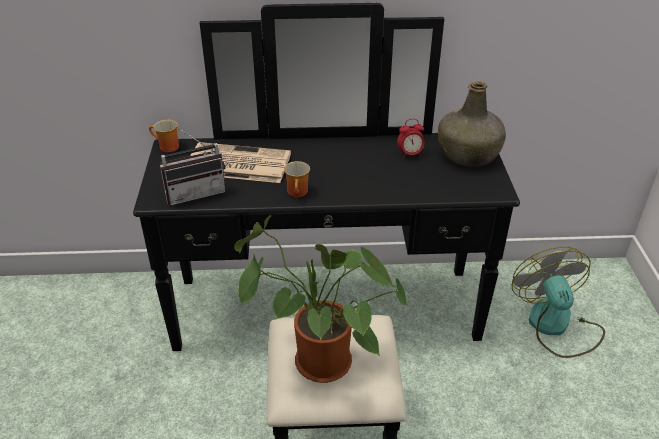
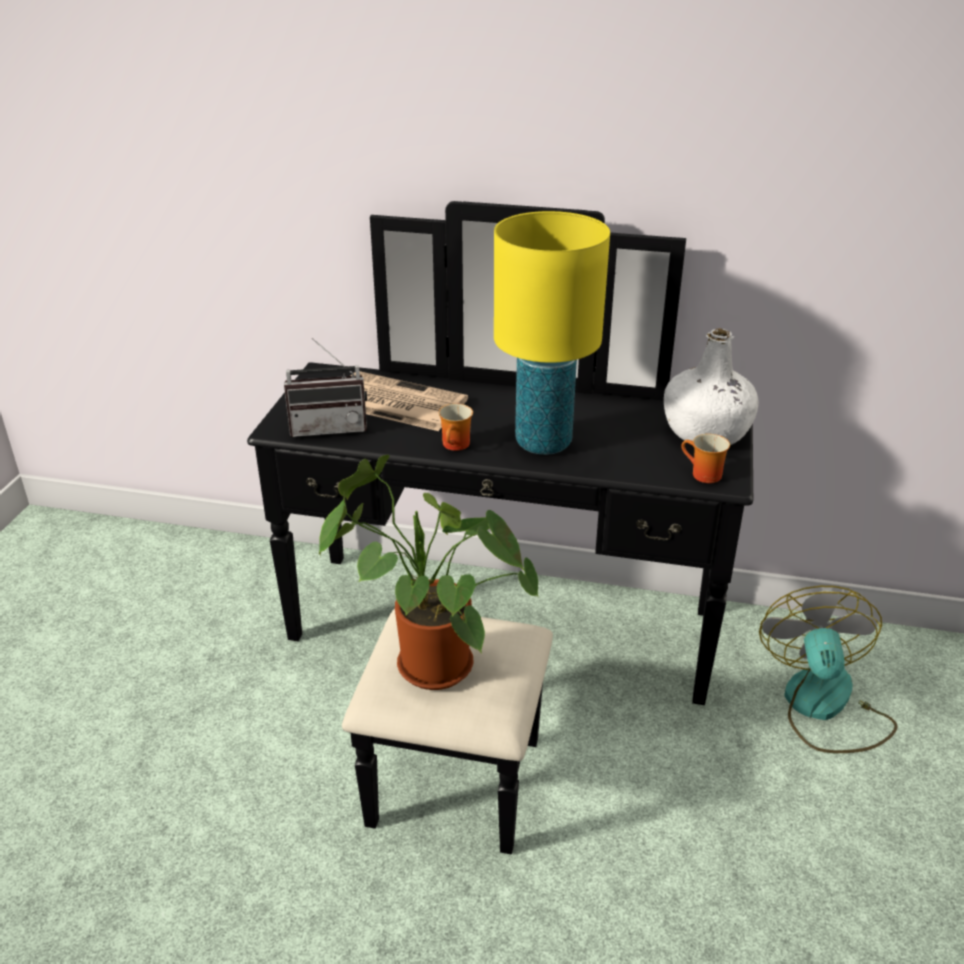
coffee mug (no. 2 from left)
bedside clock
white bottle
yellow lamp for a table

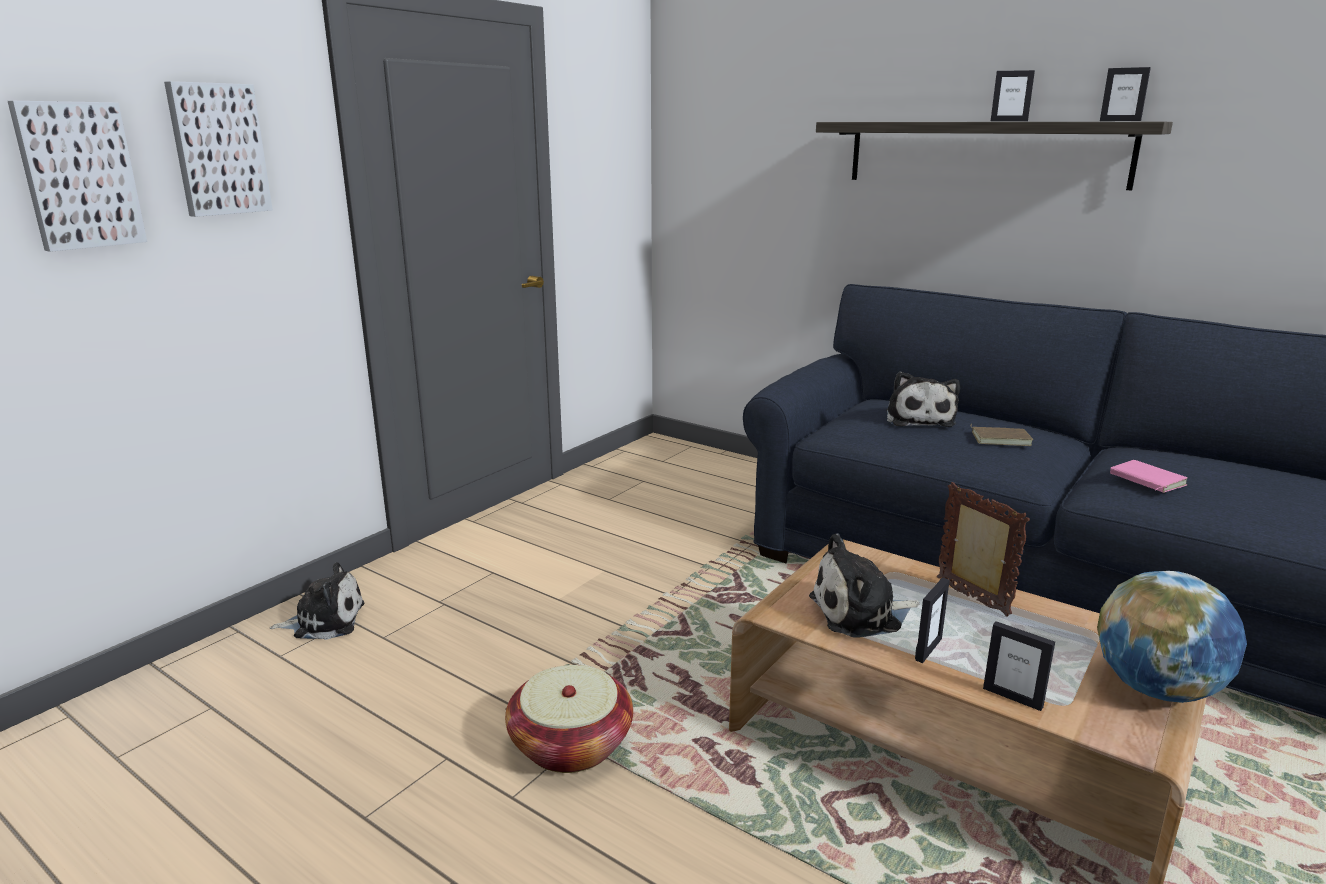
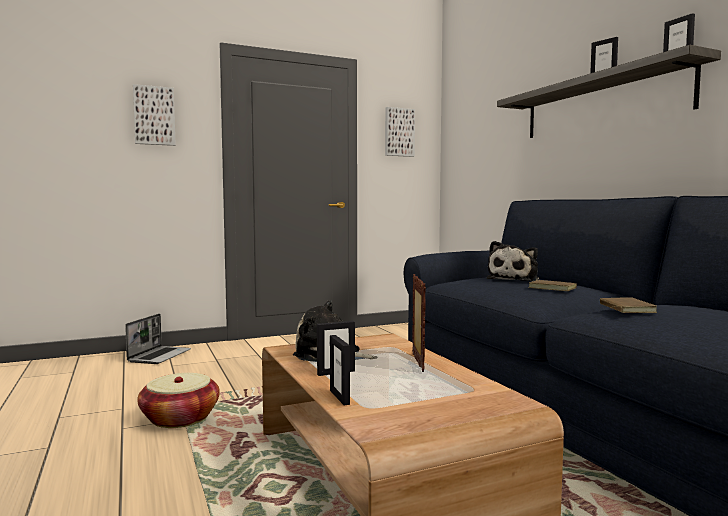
wall art (no. 2 from left)
notebook computer
world globe
brown-coloured book (no. 2 from left)

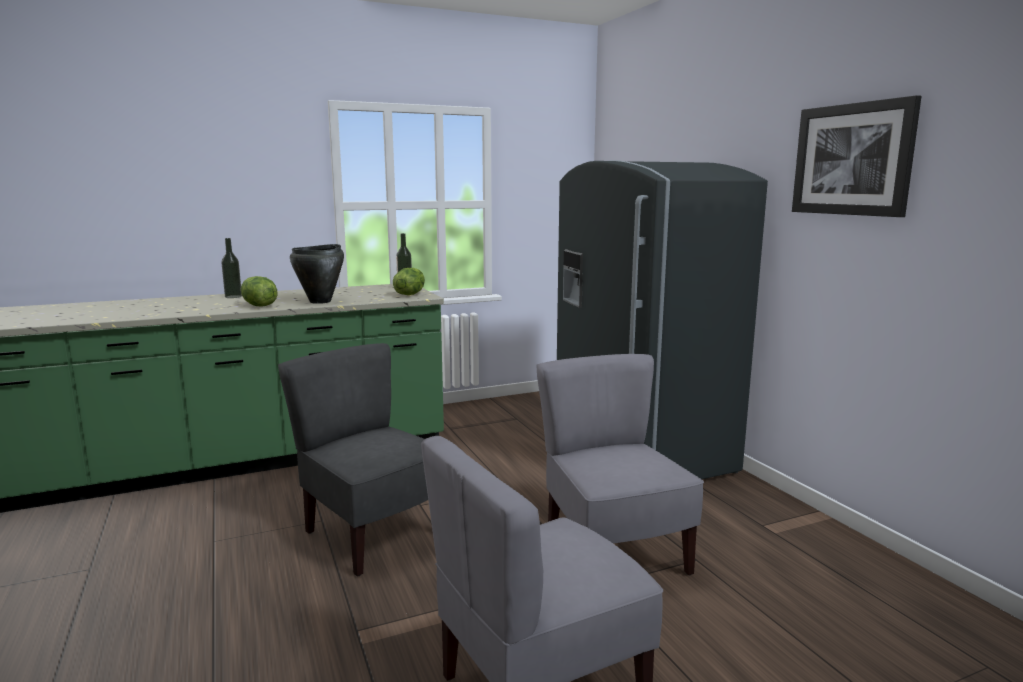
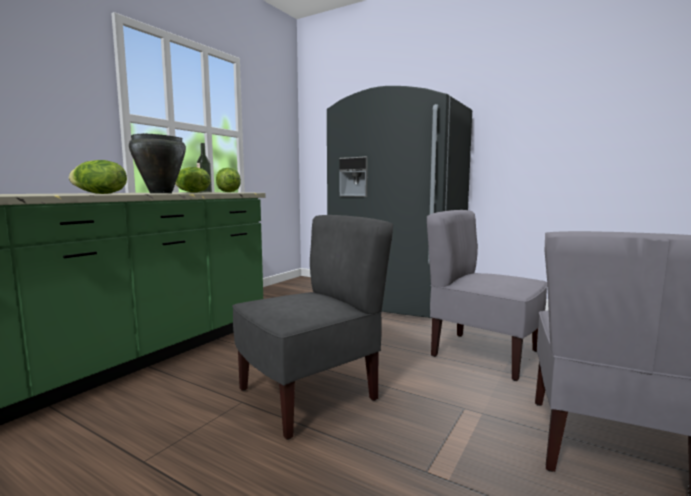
bottle (no. 1 from left in the first image)
grey upright chair (no. 1 from left)
wall art
head of lettuce (no. 2 from left)

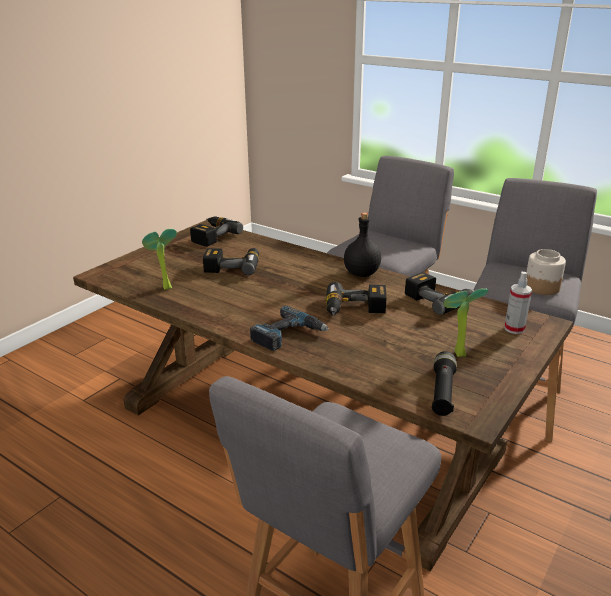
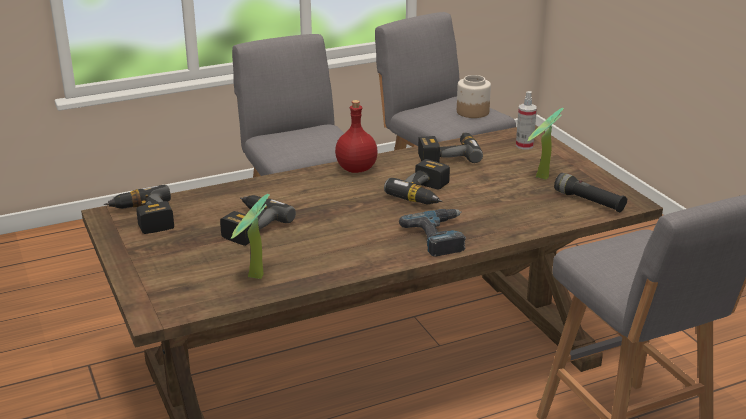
red bottle

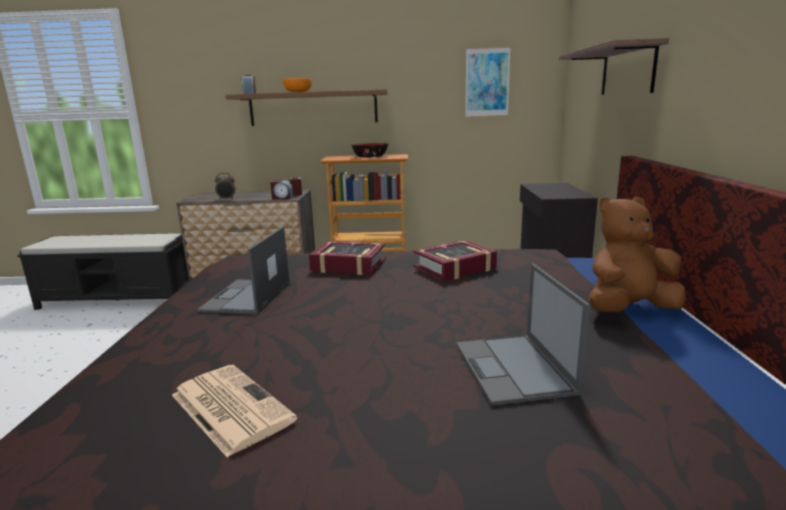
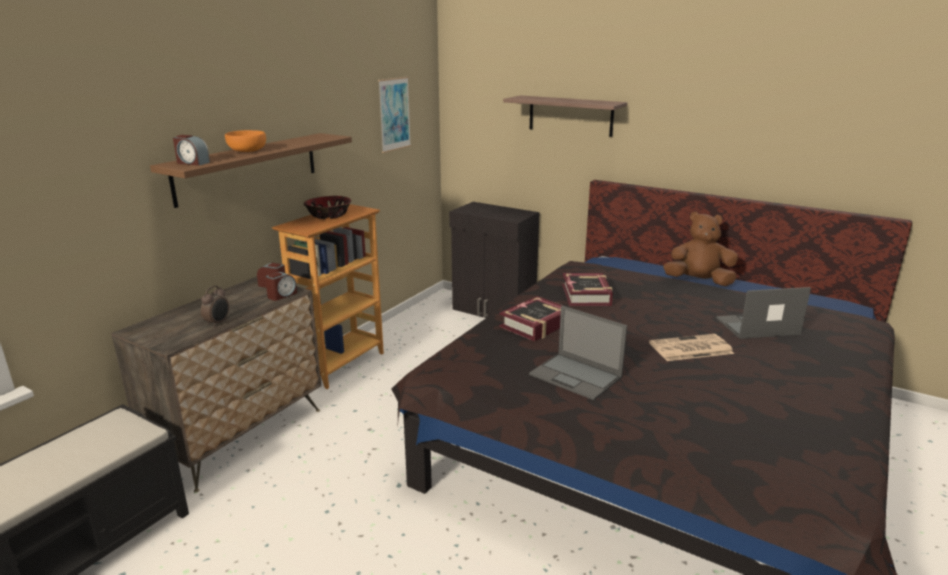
daily paper
notebook computer (no. 2 from left)
brown-coloured soft toy

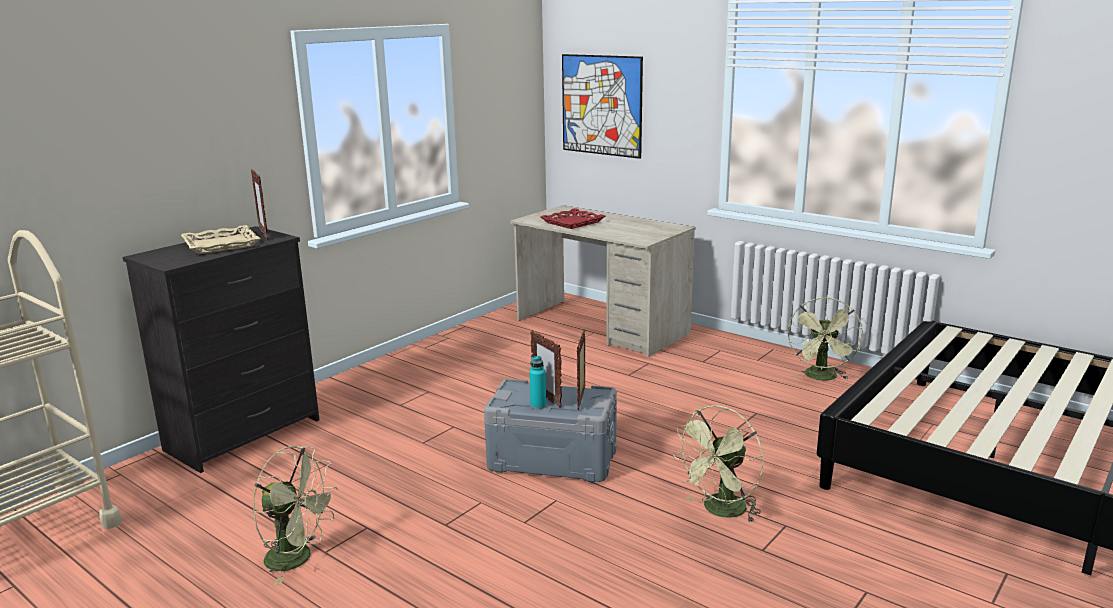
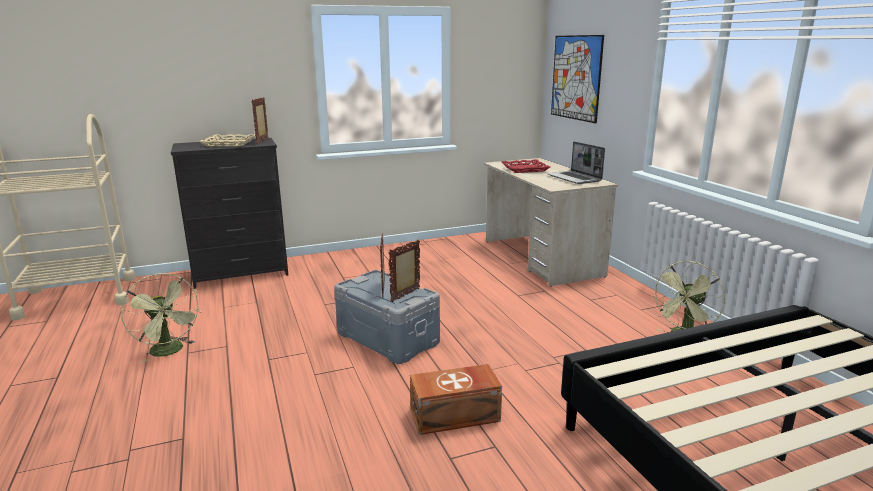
turquoise bottle
brown-coloured storage container
notebook computer

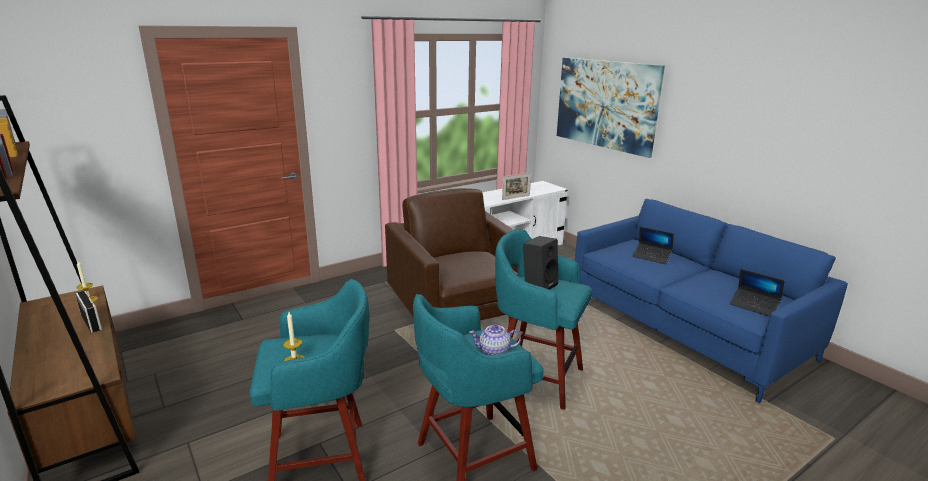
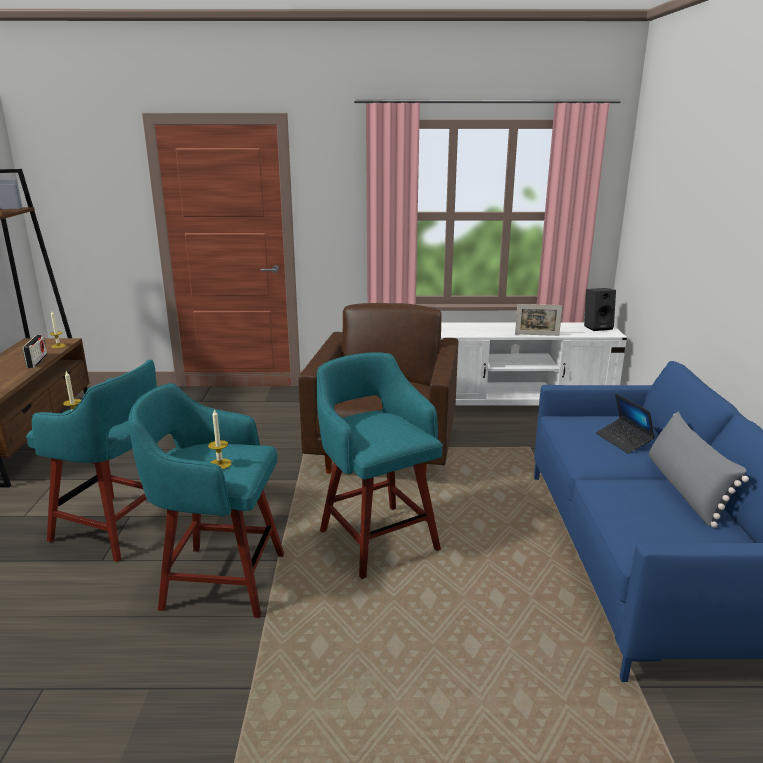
candle (no. 3 from left)
blackish speaker
wall art
notebook computer (no. 2 from left in the first image)
grey throw pillow

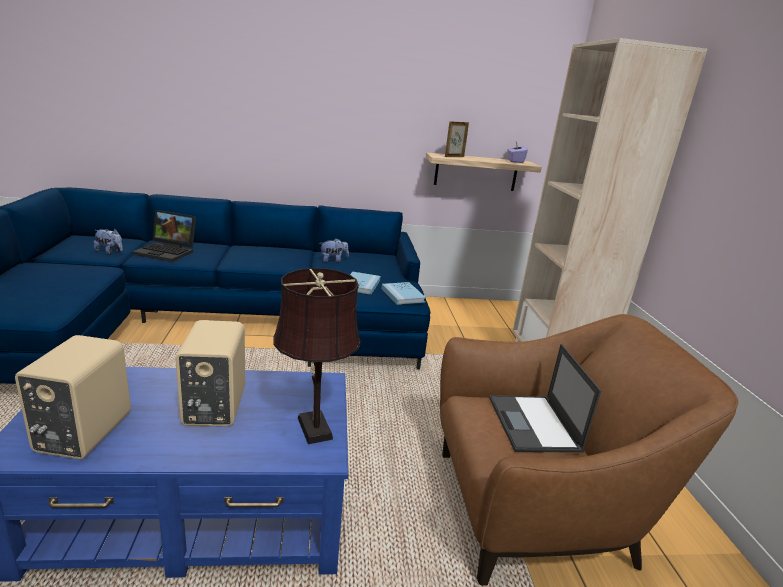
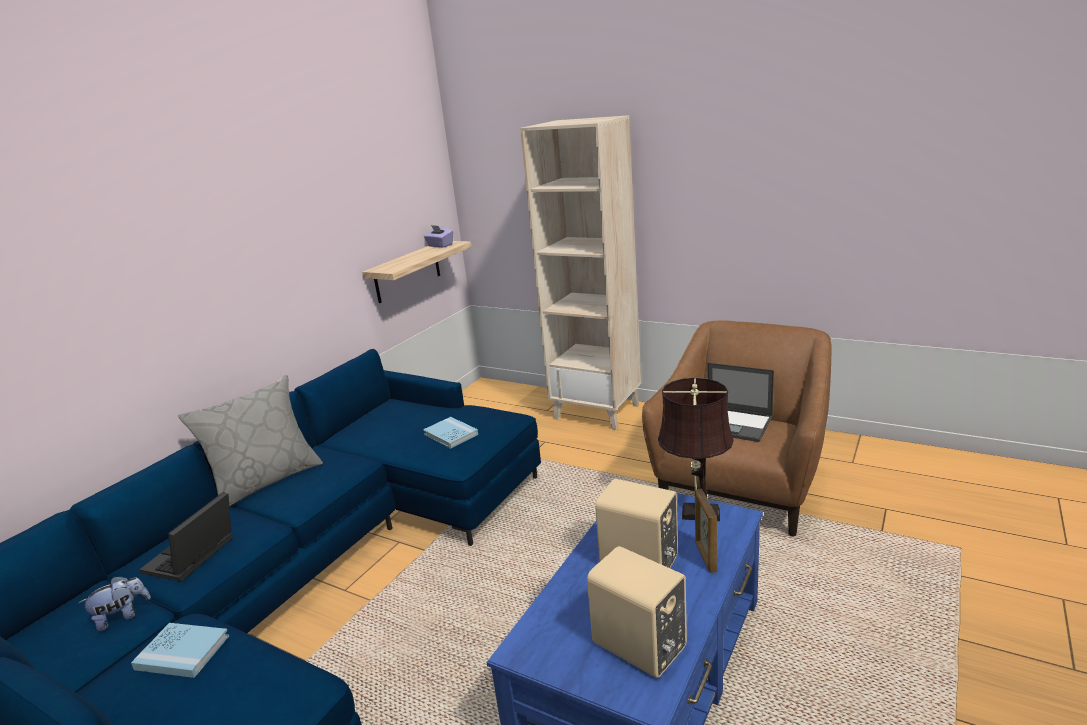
notebook computer (no. 1 from left)
soft toy (no. 2 from left in the first image)
blue book (no. 1 from left)
picture frame
grey throw pillow

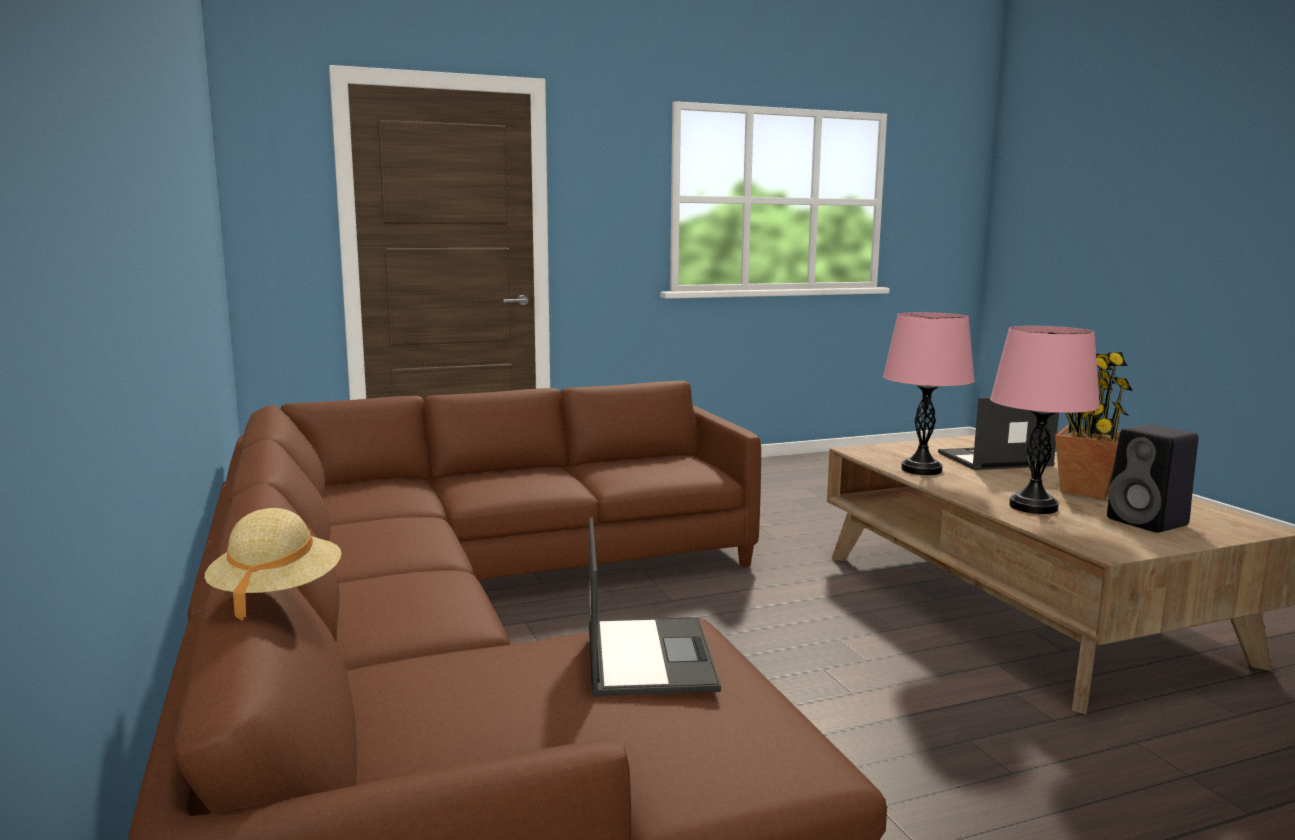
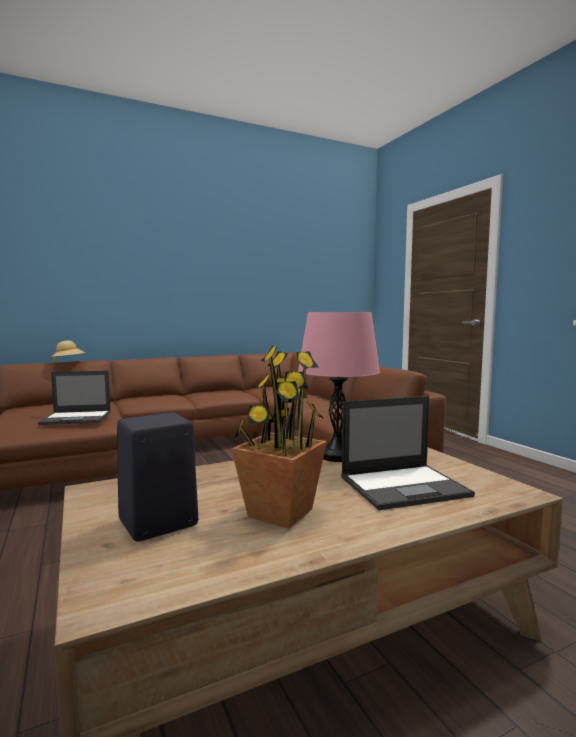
notebook computer (no. 2 from left)
pink-coloured lamp for a table (no. 2 from left in the first image)

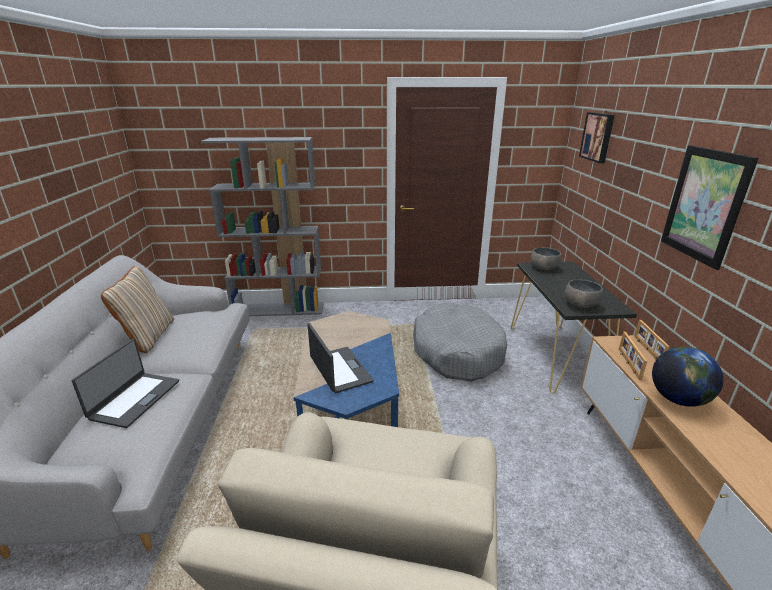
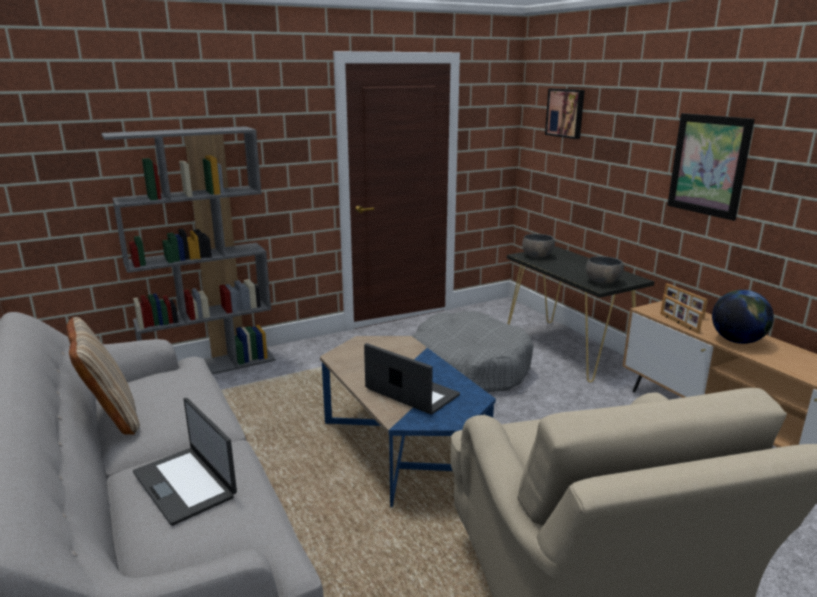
notebook computer (no. 1 from left)

